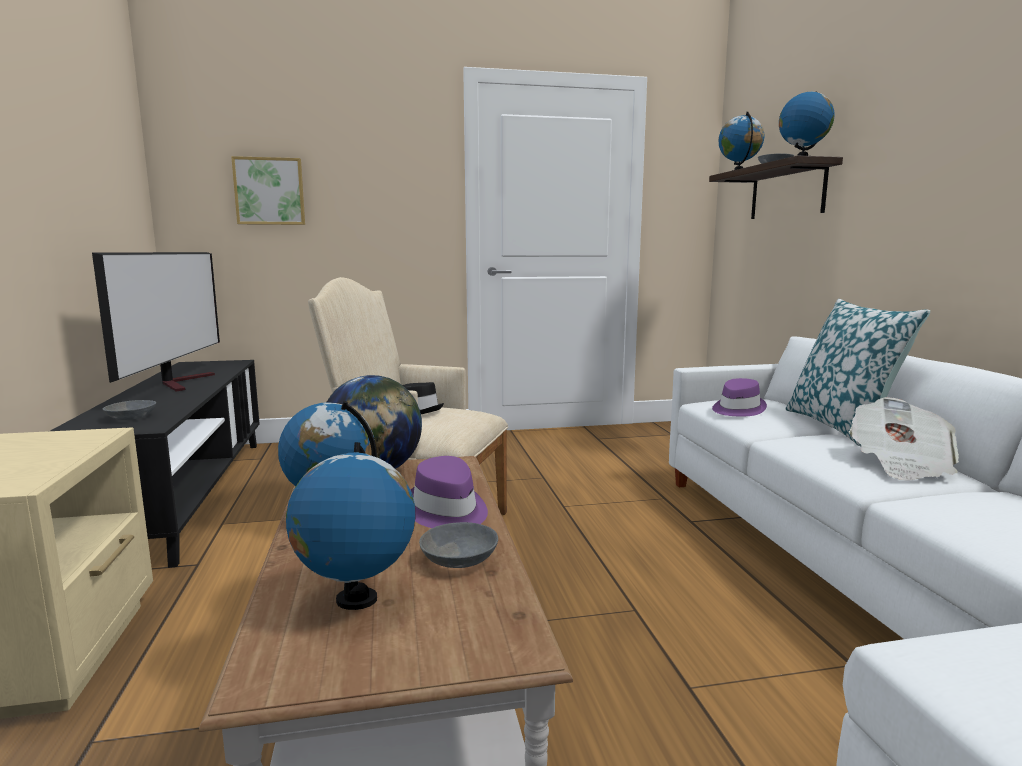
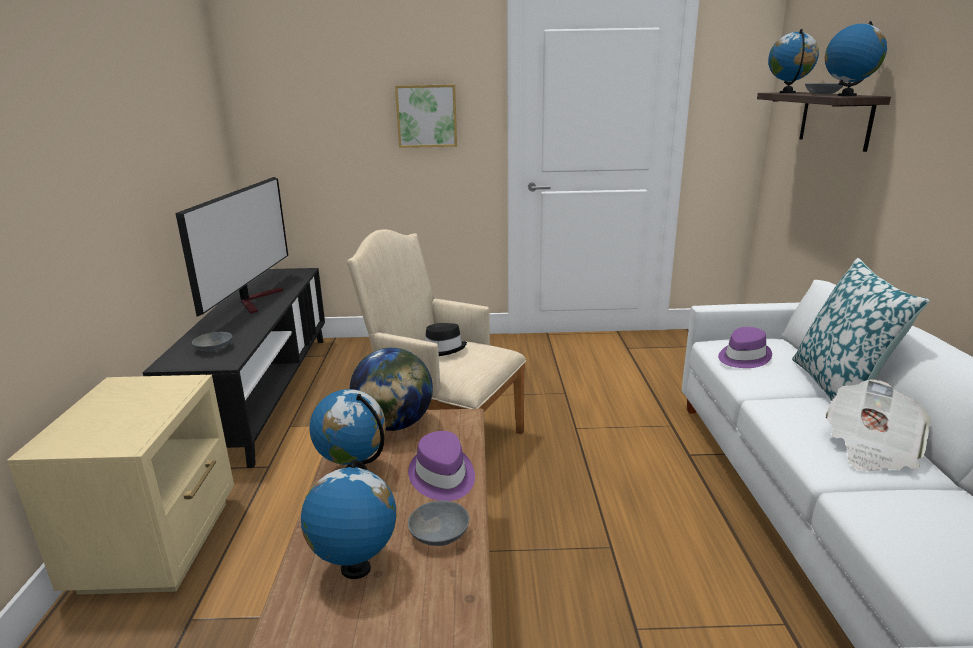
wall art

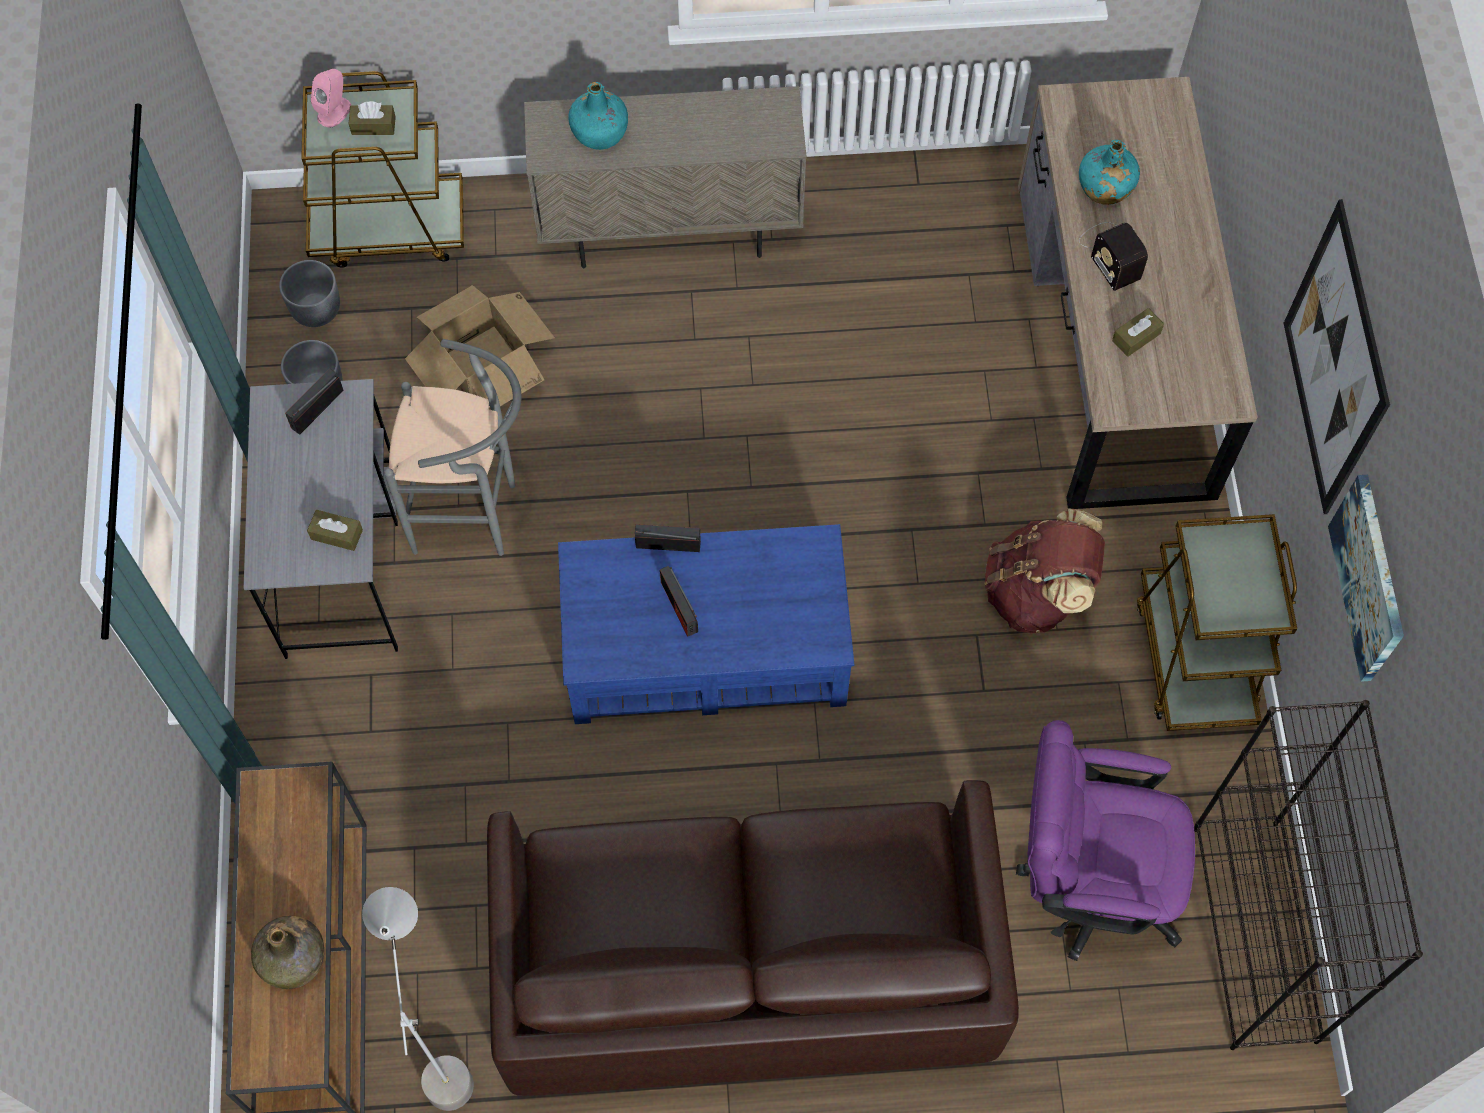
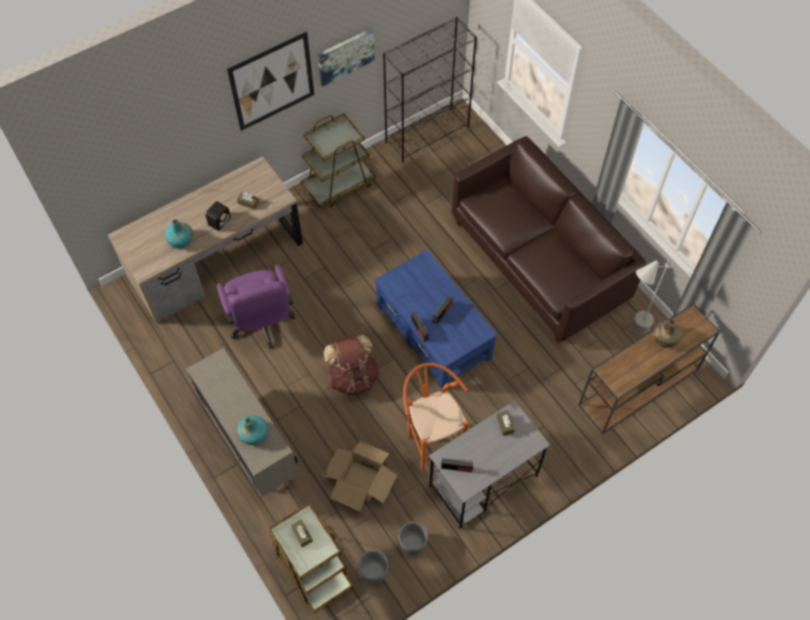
pink-coloured speaker
orange-coloured stool seat
brown-coloured rucksack
purplish office chair

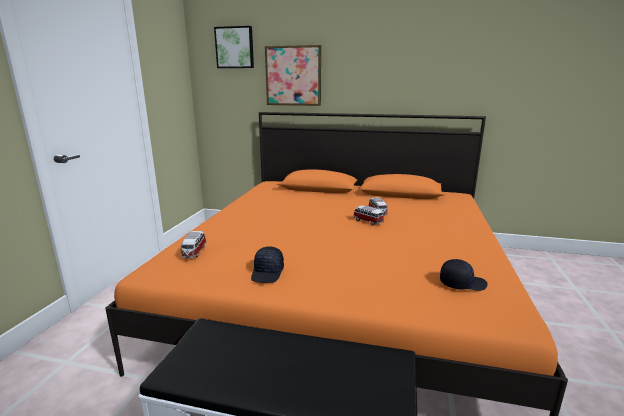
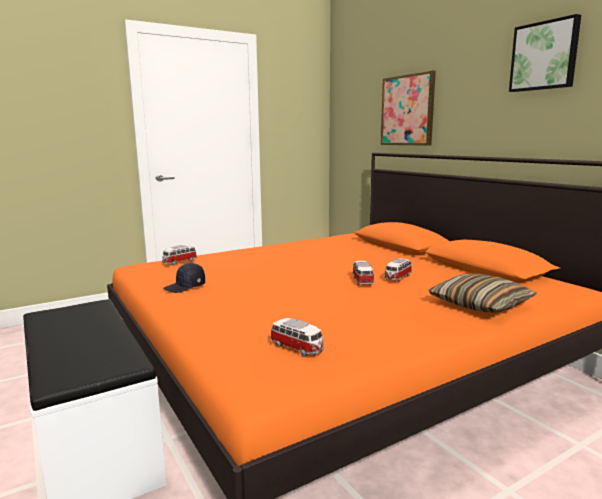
wall art (no. 2 from left)
toy car (no. 2 from left)
throw pillow

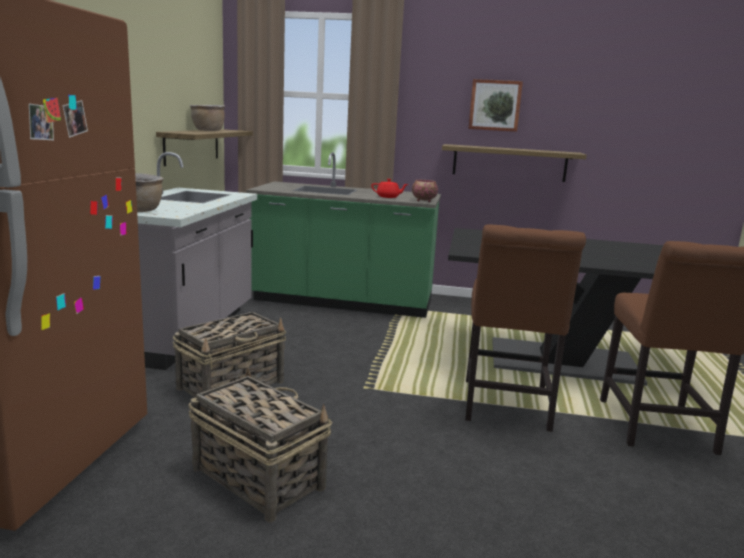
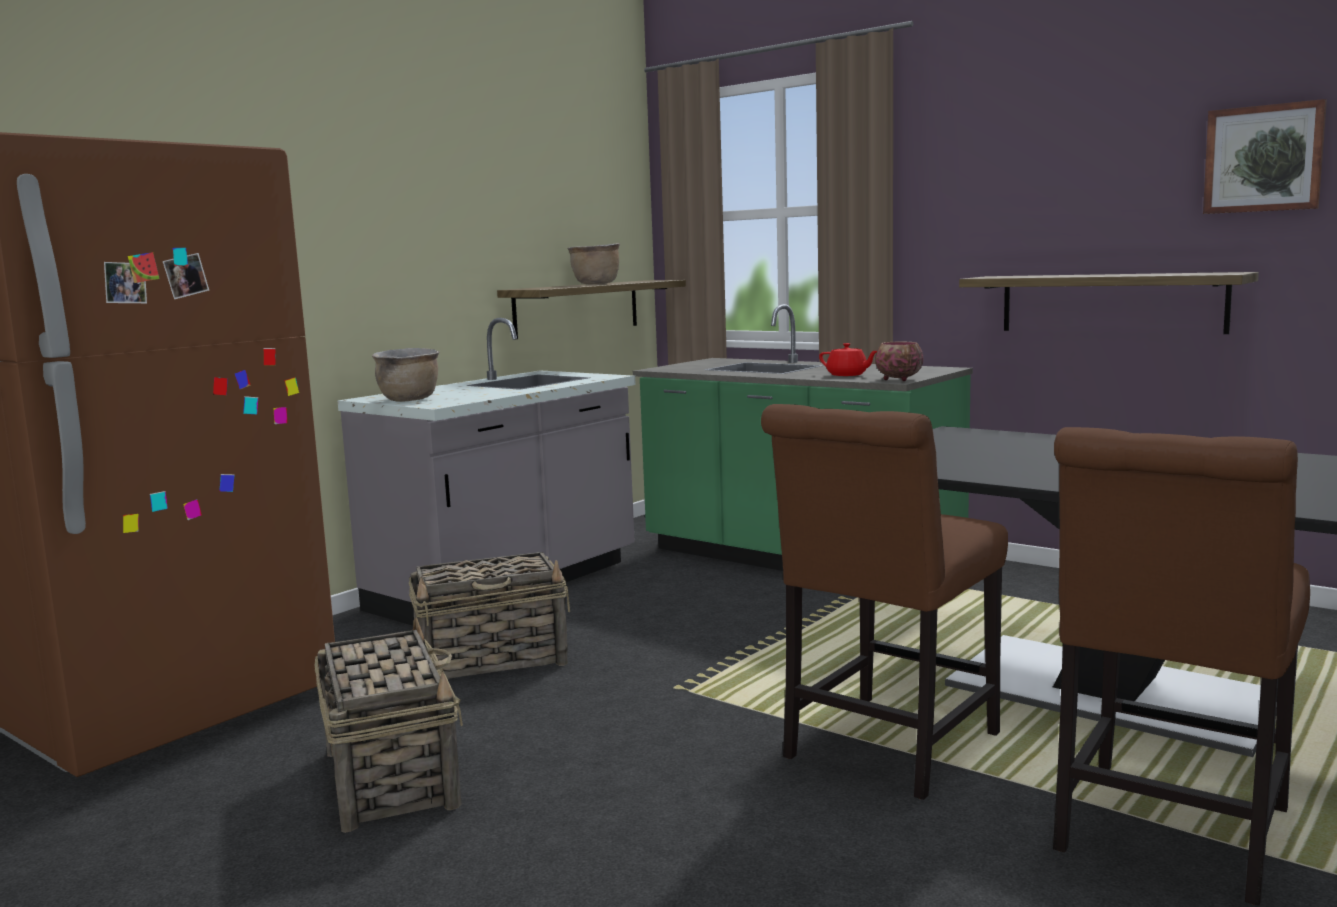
wall art

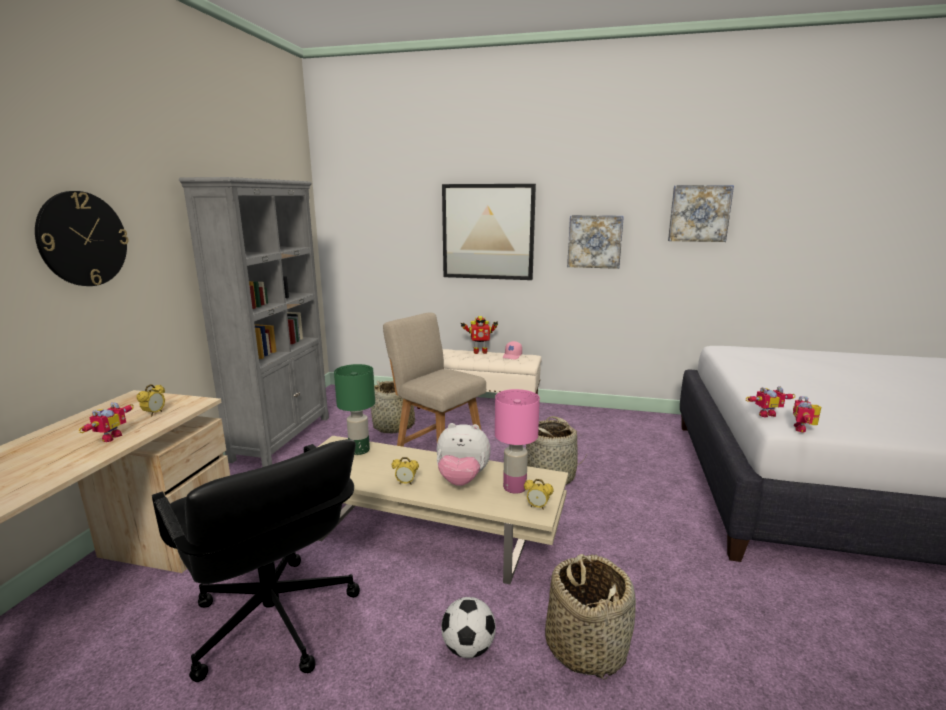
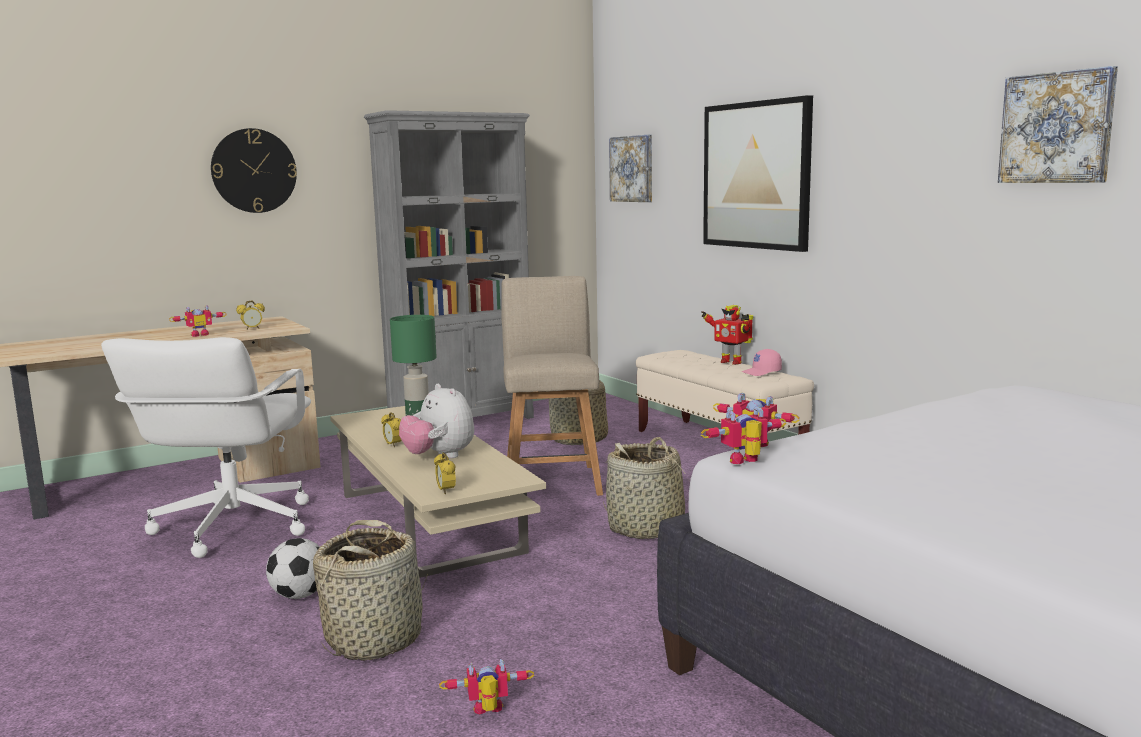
white office chair
pink-coloured lamp for a table
wall art (no. 1 from left)
toy robot (no. 2 from left)

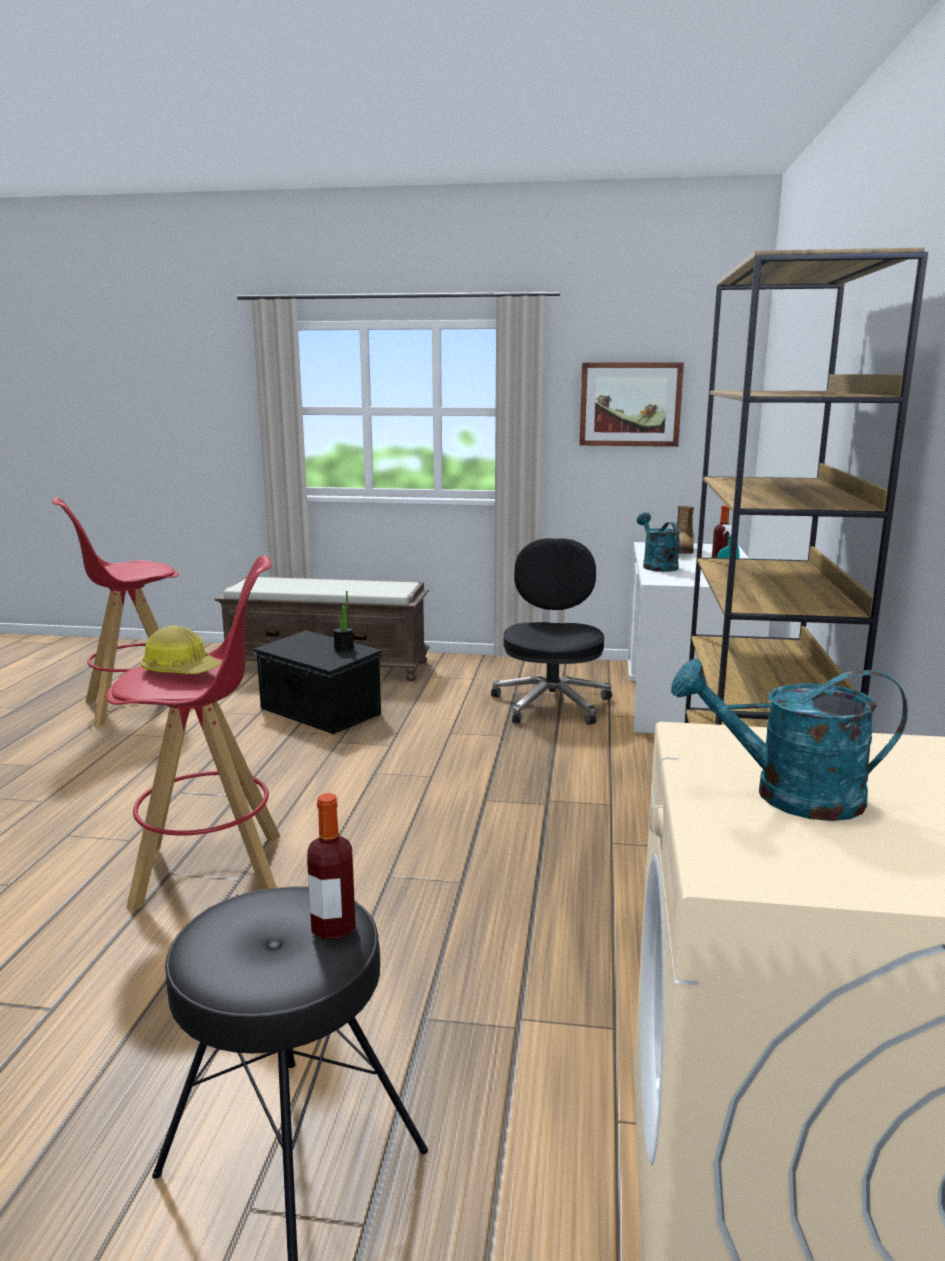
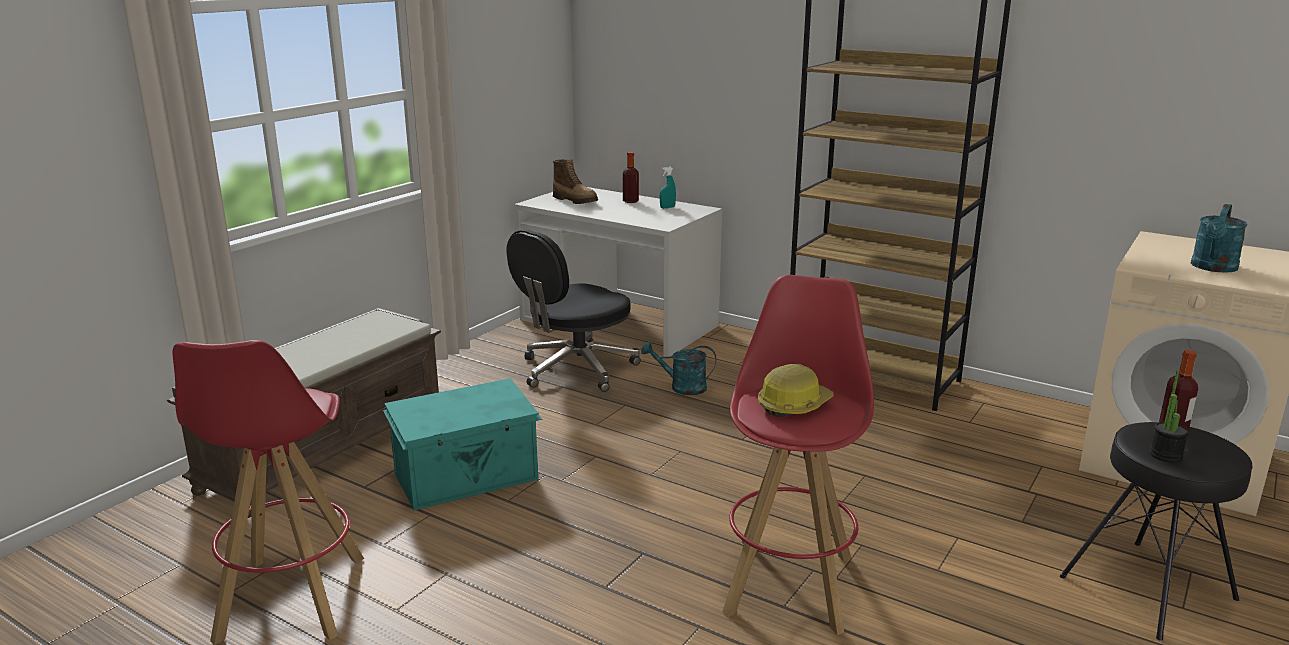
turquoise storage container
plant in a pot
blackish office chair
wall art
turquoise watering can (no. 1 from left)

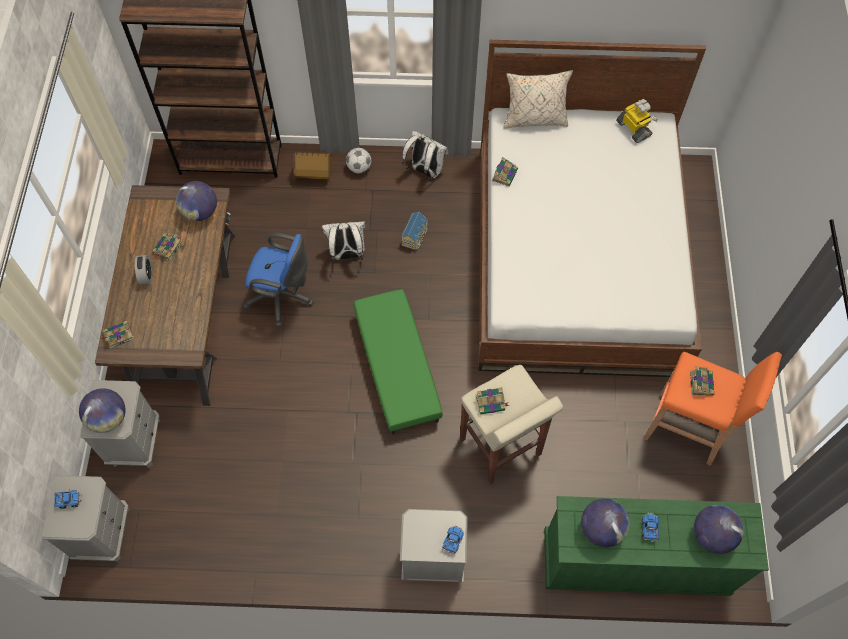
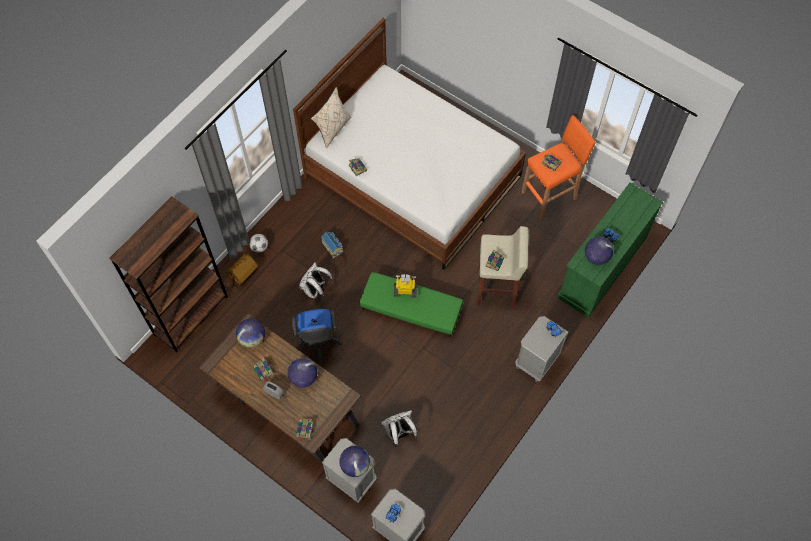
blue office chair
white rucksack (no. 2 from left)
toy robot
world globe (no. 2 from left)

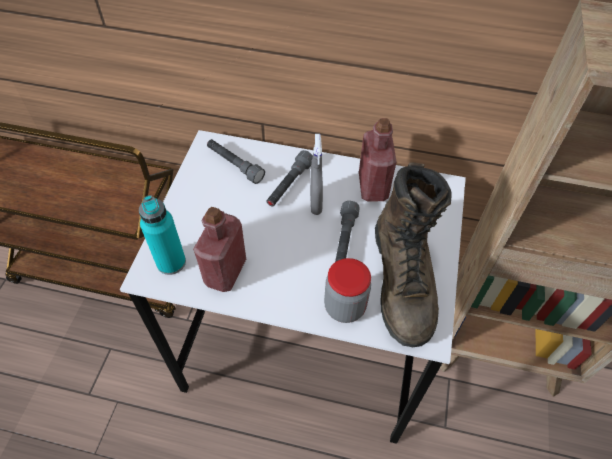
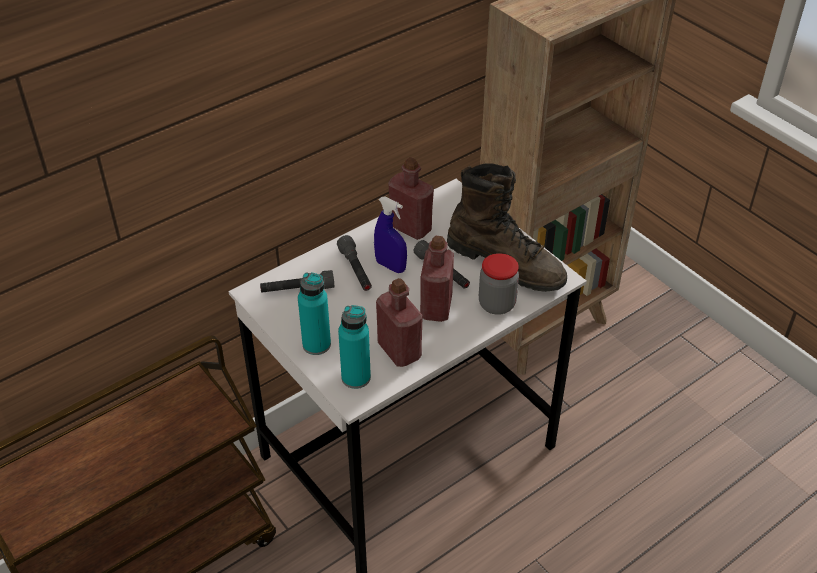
blue sprayer
turquoise bottle (no. 1 from left)
red bottle (no. 3 from left)

